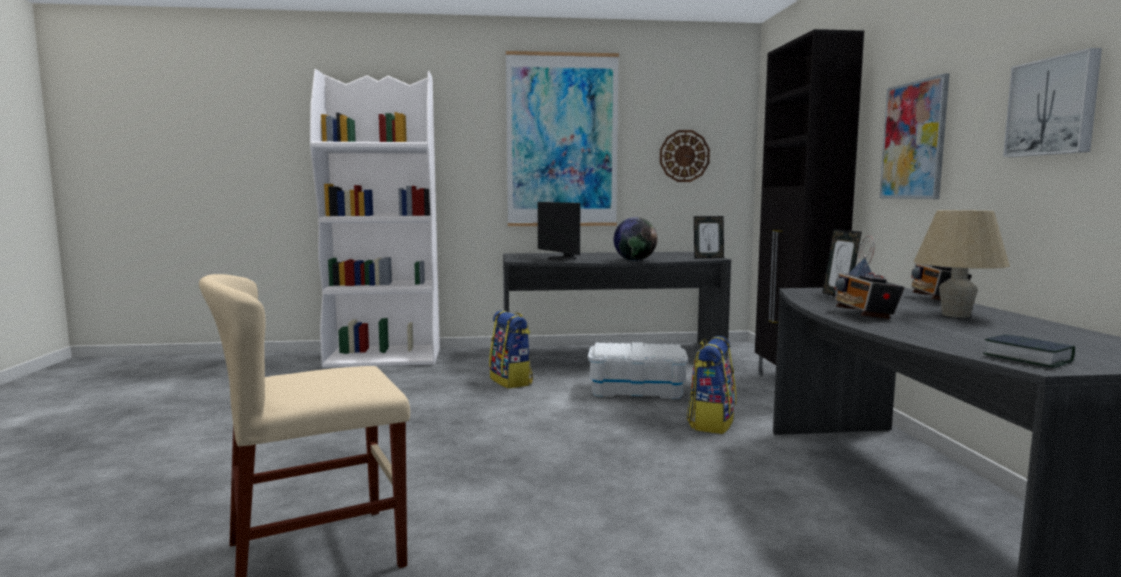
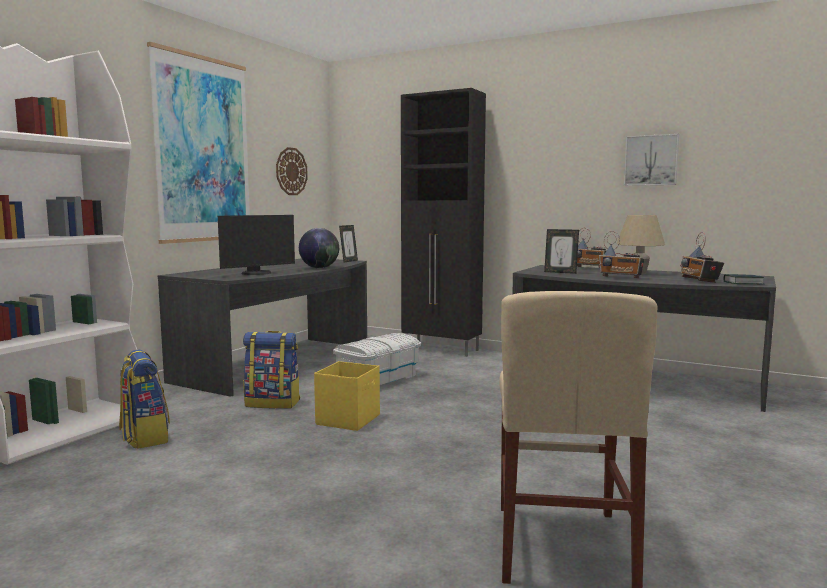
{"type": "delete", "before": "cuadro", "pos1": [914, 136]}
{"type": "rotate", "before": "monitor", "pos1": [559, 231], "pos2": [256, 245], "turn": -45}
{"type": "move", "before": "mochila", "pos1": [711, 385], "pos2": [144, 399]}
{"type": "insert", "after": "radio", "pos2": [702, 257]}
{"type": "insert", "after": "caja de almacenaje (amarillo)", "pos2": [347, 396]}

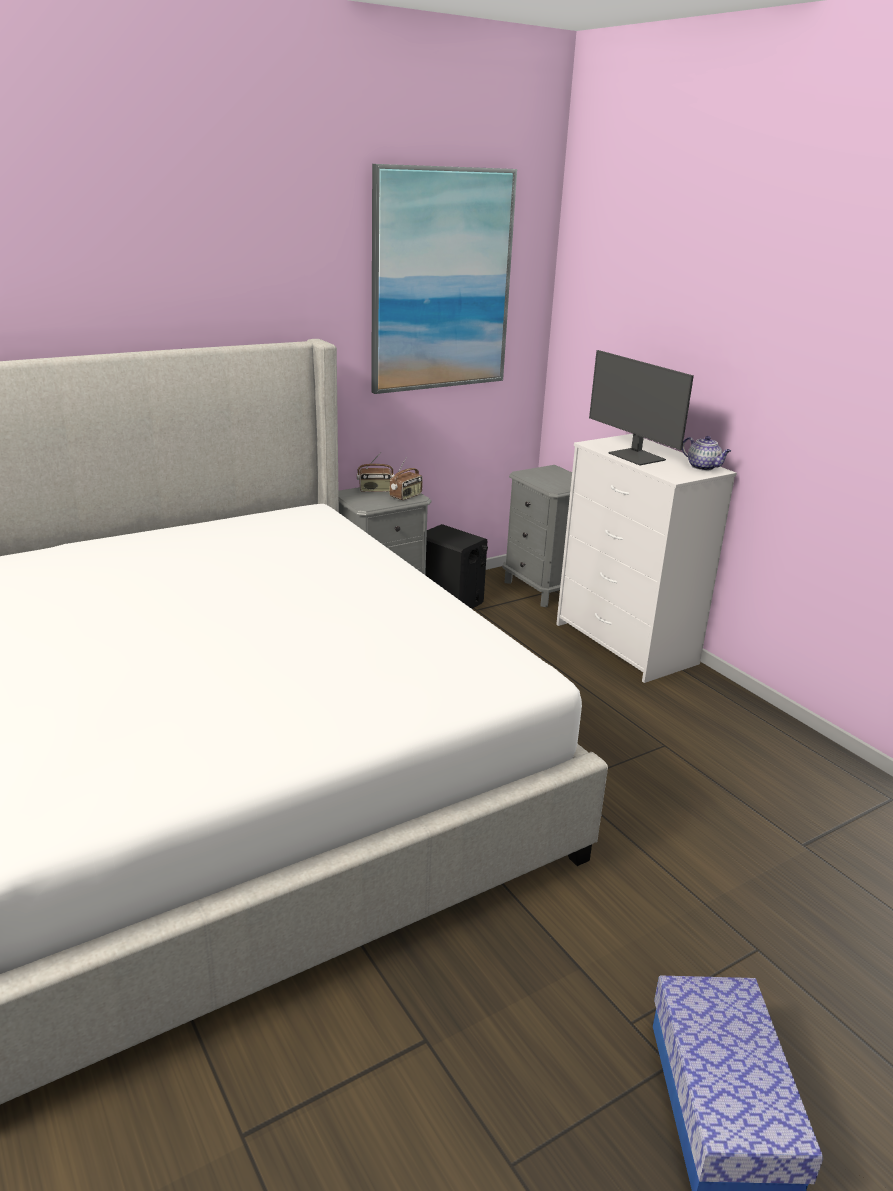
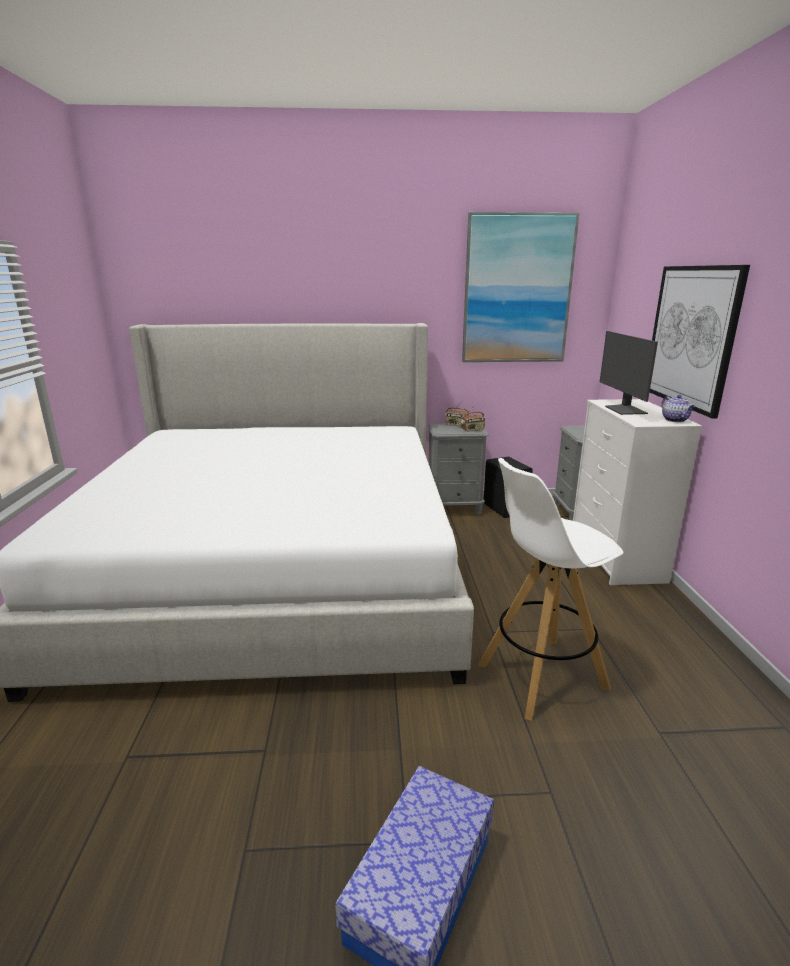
{"type": "insert", "after": "cuadro", "pos2": [699, 341]}
{"type": "insert", "after": "taburete (blanco)", "pos2": [550, 589]}

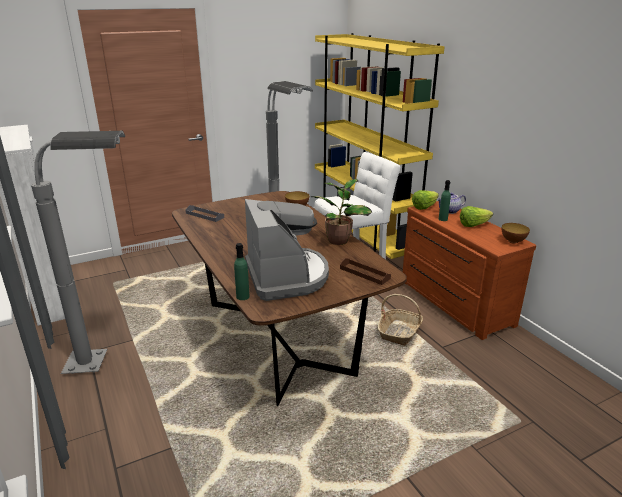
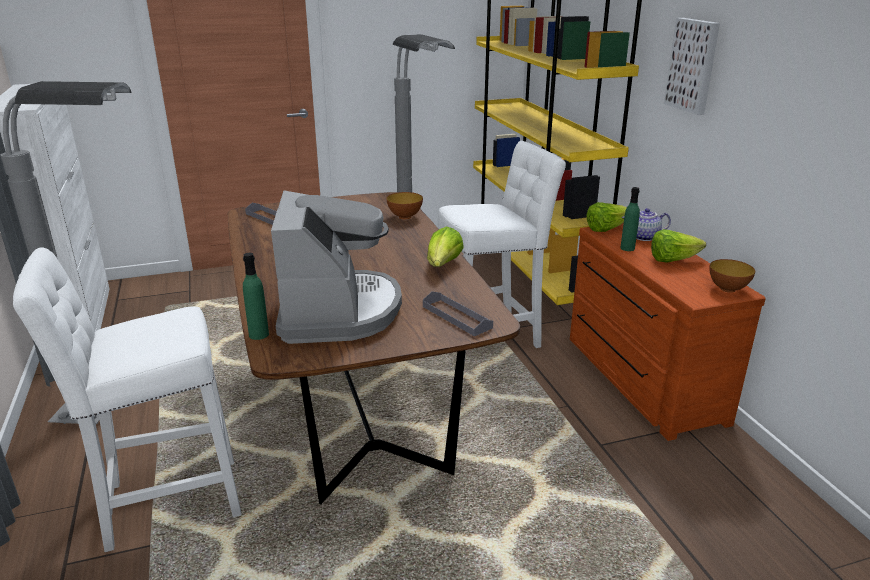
{"type": "replace", "before": "planta en maceta", "after": "lechuga", "pos1": [341, 212], "pos2": [445, 246]}
{"type": "recolor", "before": "bandeja (marrón)", "after": "bandeja (gris)", "pos1": [365, 271], "pos2": [458, 313]}
{"type": "delete", "before": "cesta", "pos1": [400, 320]}
{"type": "insert", "after": "cuadro", "pos2": [692, 66]}
{"type": "insert", "after": "taburete (blanco)", "pos2": [127, 399]}

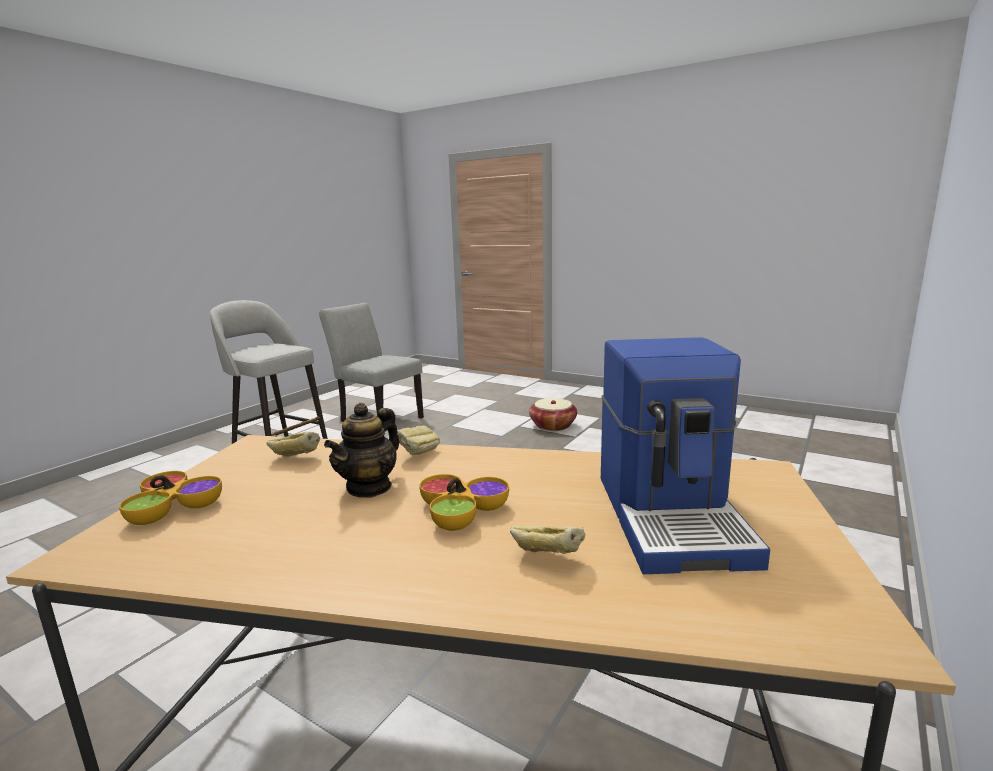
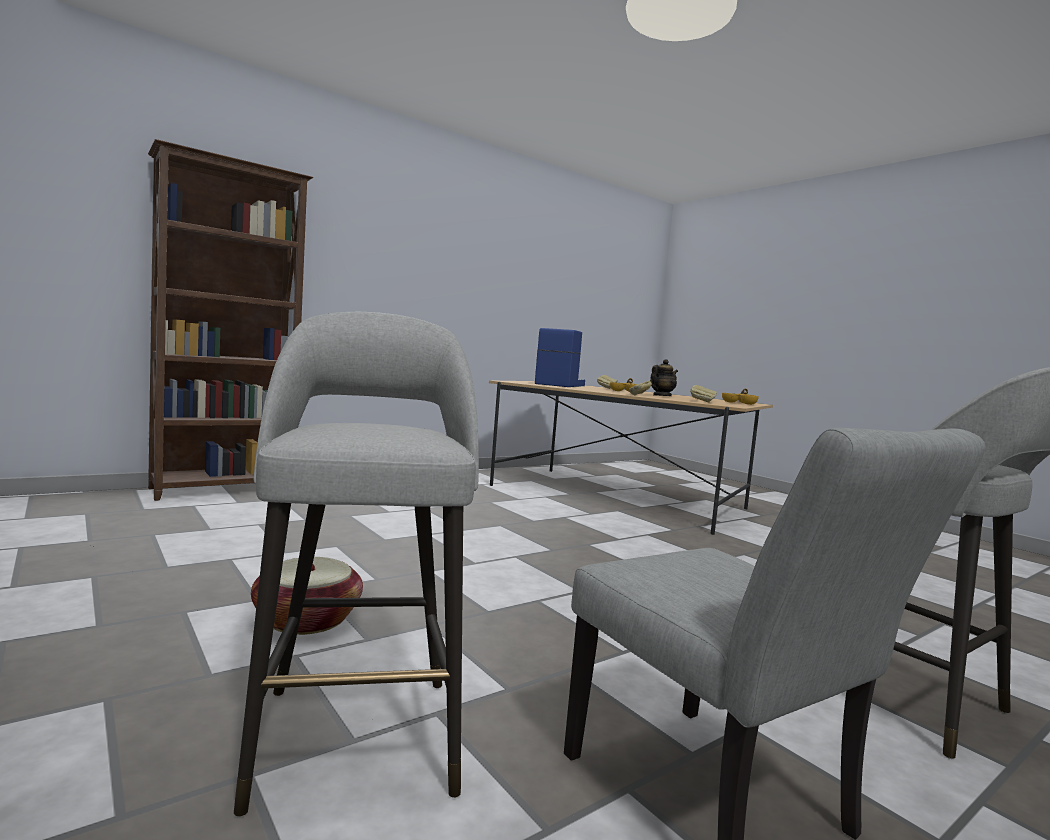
{"type": "insert", "after": "estantería (marrón)", "pos2": [230, 320]}
{"type": "insert", "after": "taburete (gris)", "pos2": [356, 564]}

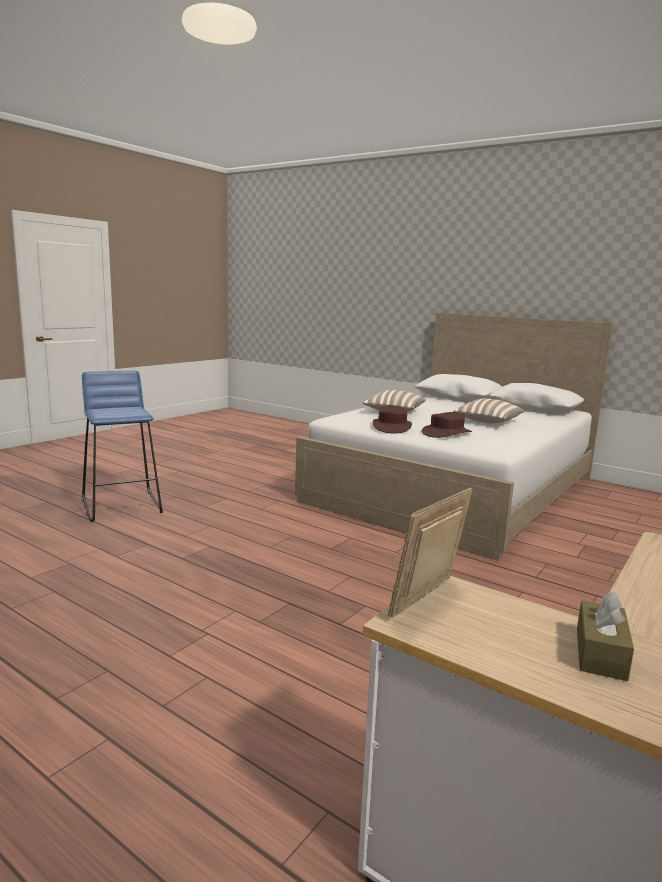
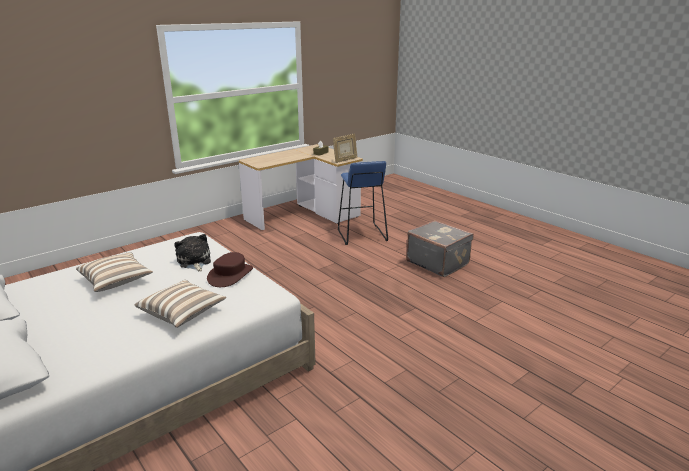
{"type": "move", "before": "taburete (azul)", "pos1": [122, 446], "pos2": [363, 203]}
{"type": "replace", "before": "sombrero (marrón)", "after": "peluche", "pos1": [447, 425], "pos2": [192, 253]}
{"type": "insert", "after": "maleta (gris)", "pos2": [440, 248]}

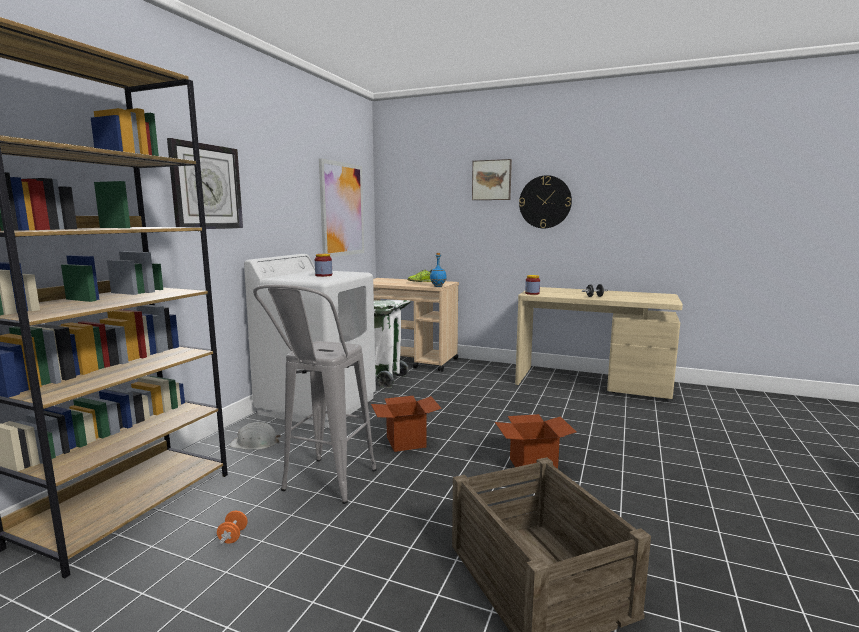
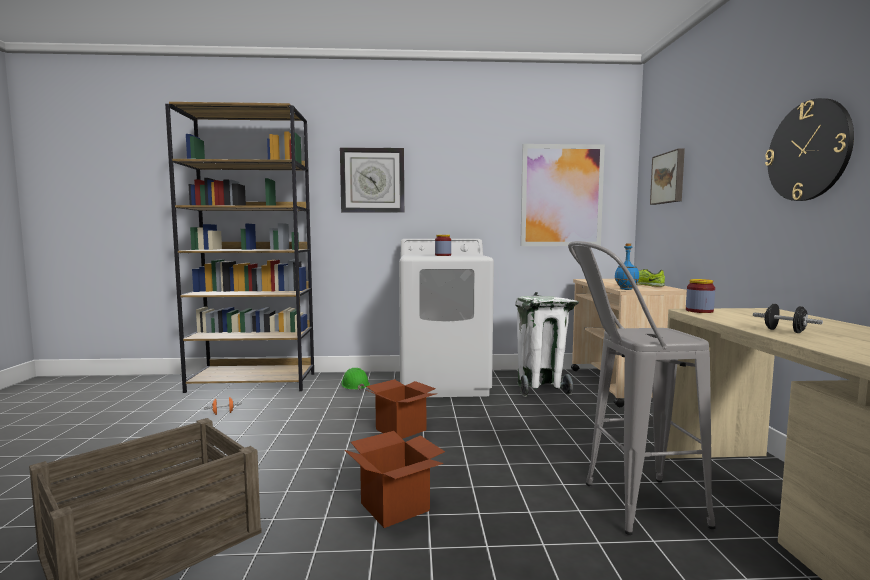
{"type": "move", "before": "cuadro", "pos1": [492, 179], "pos2": [667, 177]}
{"type": "move", "before": "taburete (gris)", "pos1": [315, 394], "pos2": [642, 388]}
{"type": "recolor", "before": "casco (blanco)", "after": "casco (verde)", "pos1": [255, 436], "pos2": [355, 379]}

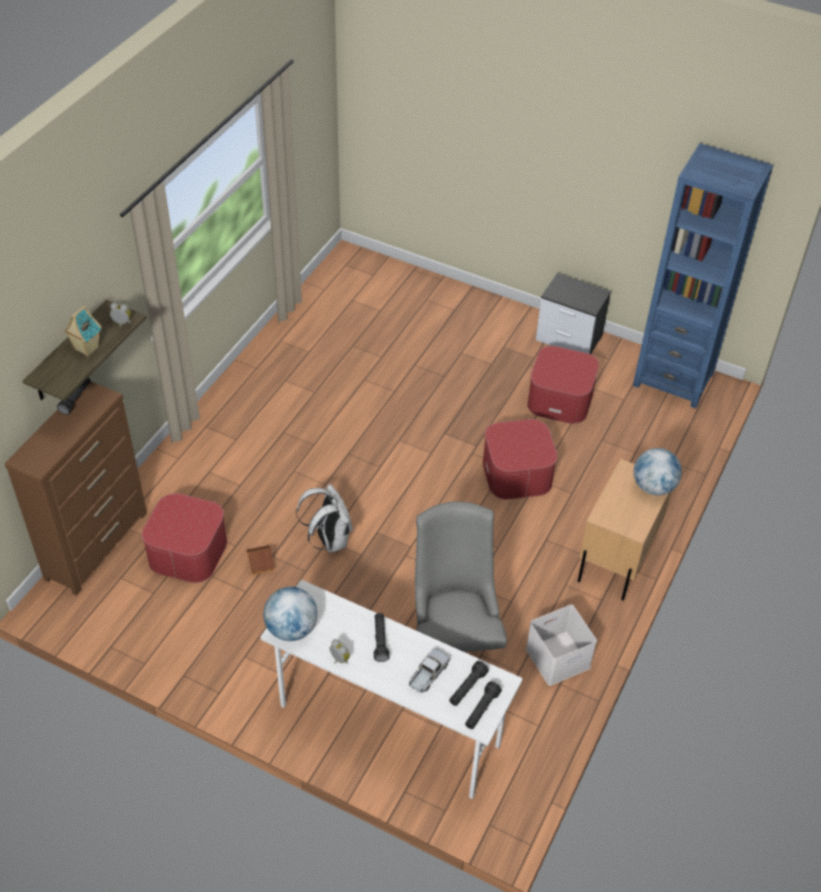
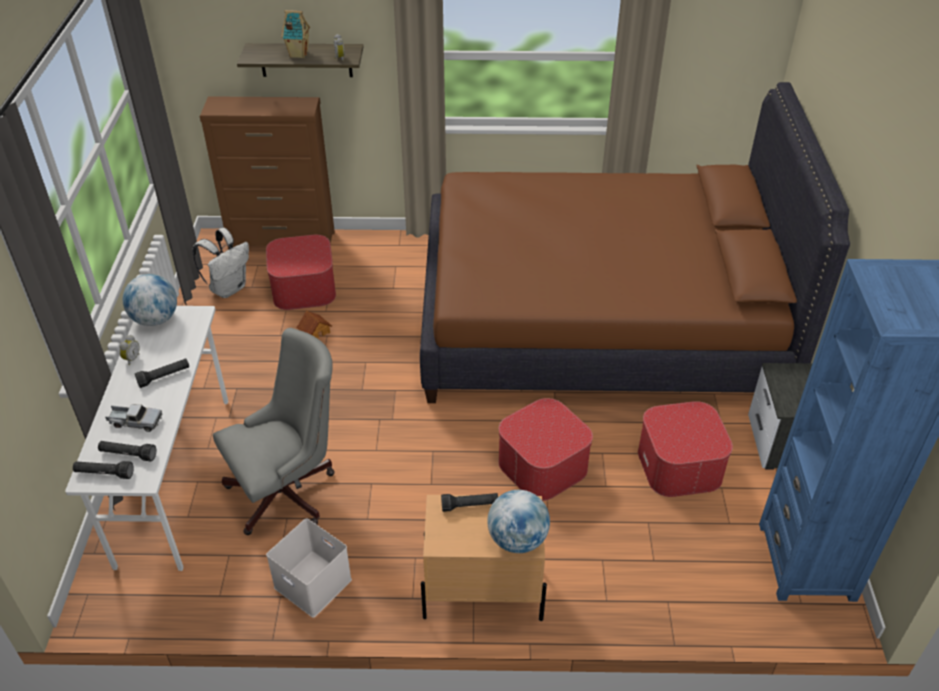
{"type": "move", "before": "linterna (negro)", "pos1": [74, 396], "pos2": [469, 502]}
{"type": "move", "before": "mochila (blanco)", "pos1": [324, 518], "pos2": [221, 263]}
{"type": "insert", "after": "cama (marrón)", "pos2": [635, 242]}

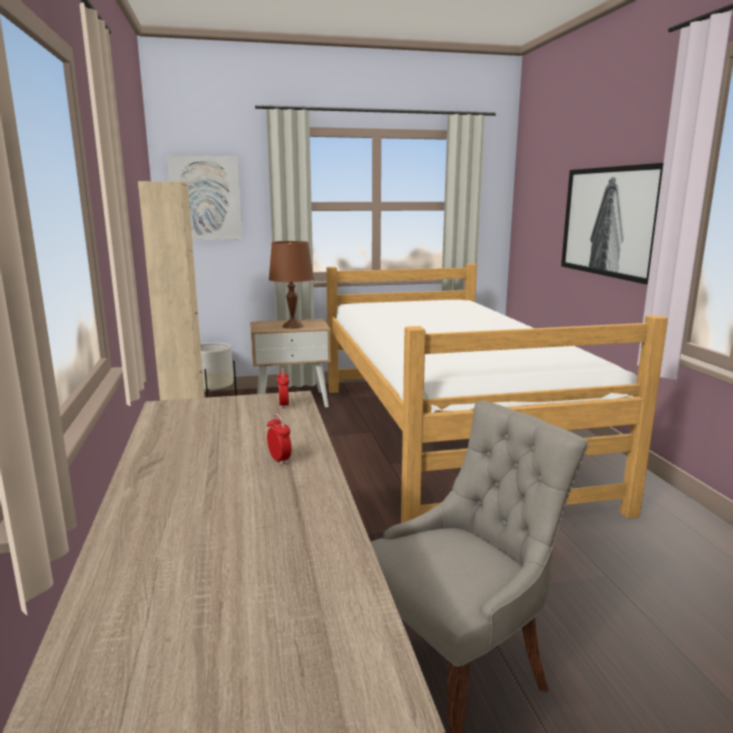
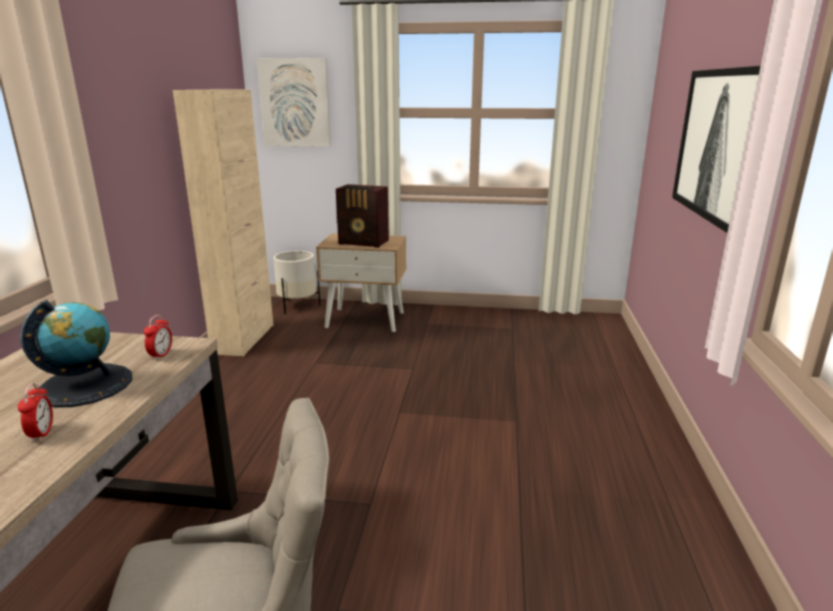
{"type": "replace", "before": "lámpara de mesa (marrón)", "after": "radio", "pos1": [291, 285], "pos2": [362, 216]}
{"type": "delete", "before": "cama", "pos1": [497, 393]}
{"type": "insert", "after": "globo terráqueo", "pos2": [76, 354]}

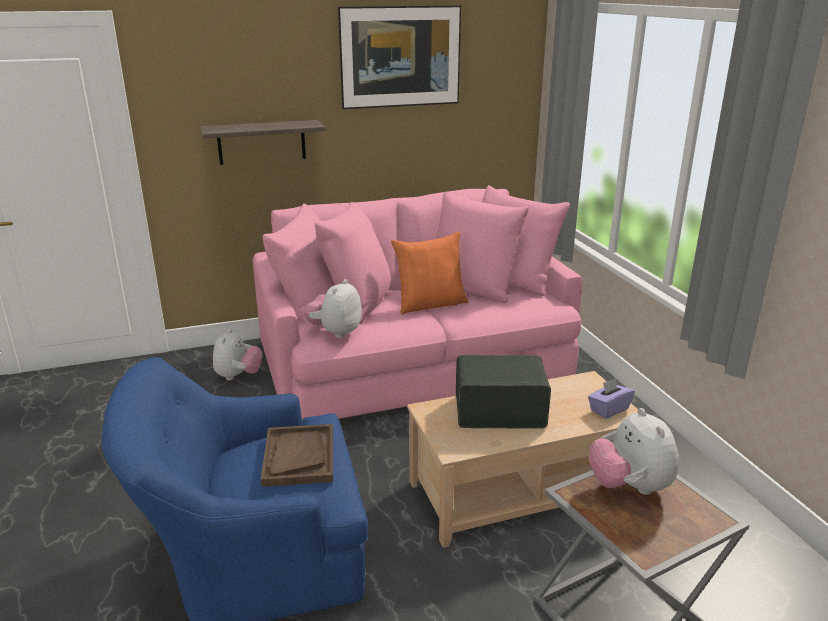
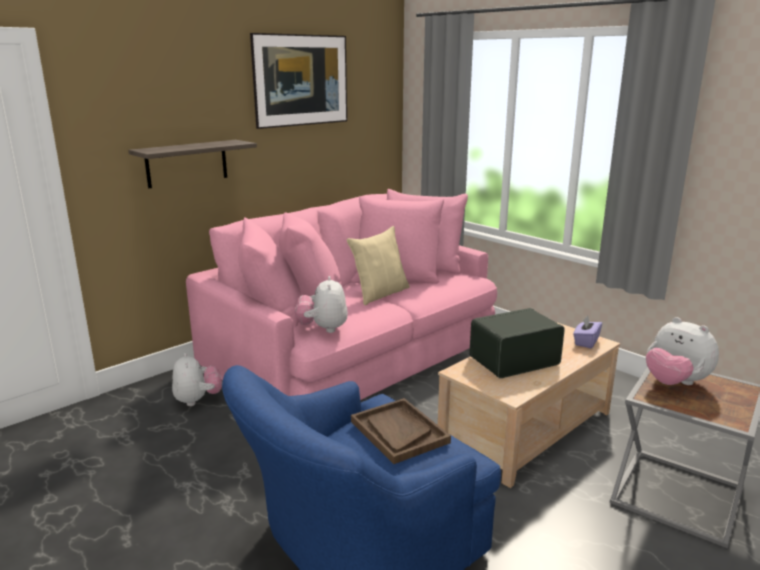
{"type": "recolor", "before": "cojín (naranja)", "after": "cojín (beis)", "pos1": [430, 273], "pos2": [378, 265]}

